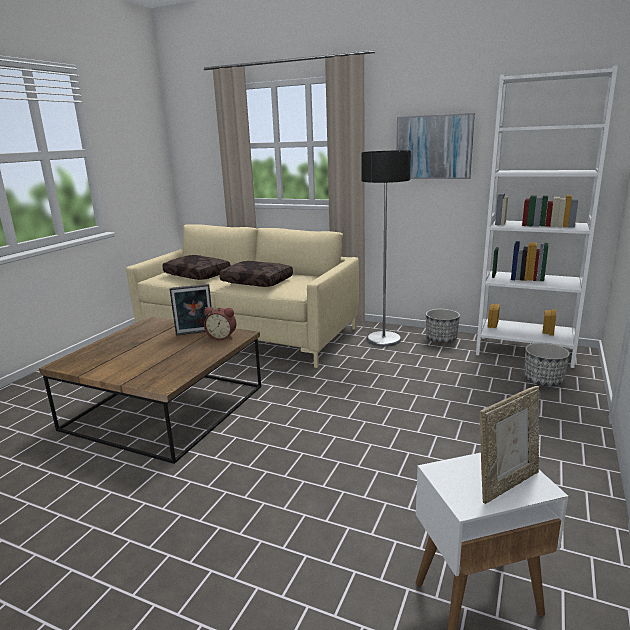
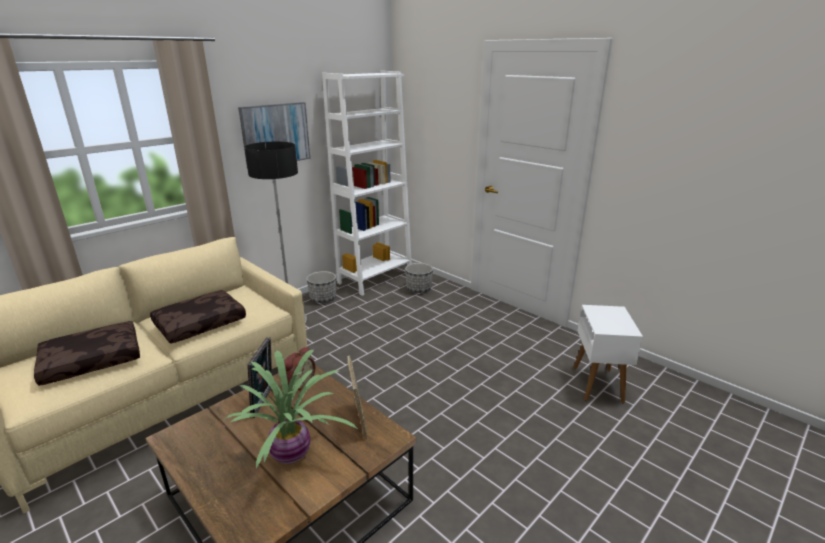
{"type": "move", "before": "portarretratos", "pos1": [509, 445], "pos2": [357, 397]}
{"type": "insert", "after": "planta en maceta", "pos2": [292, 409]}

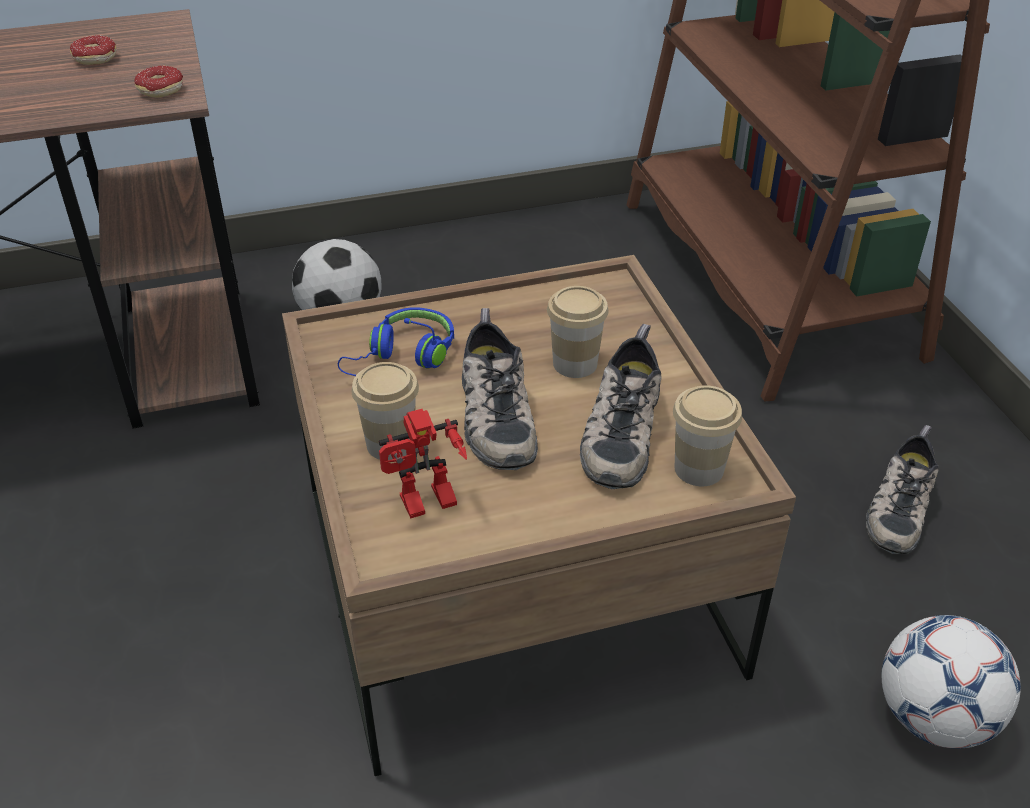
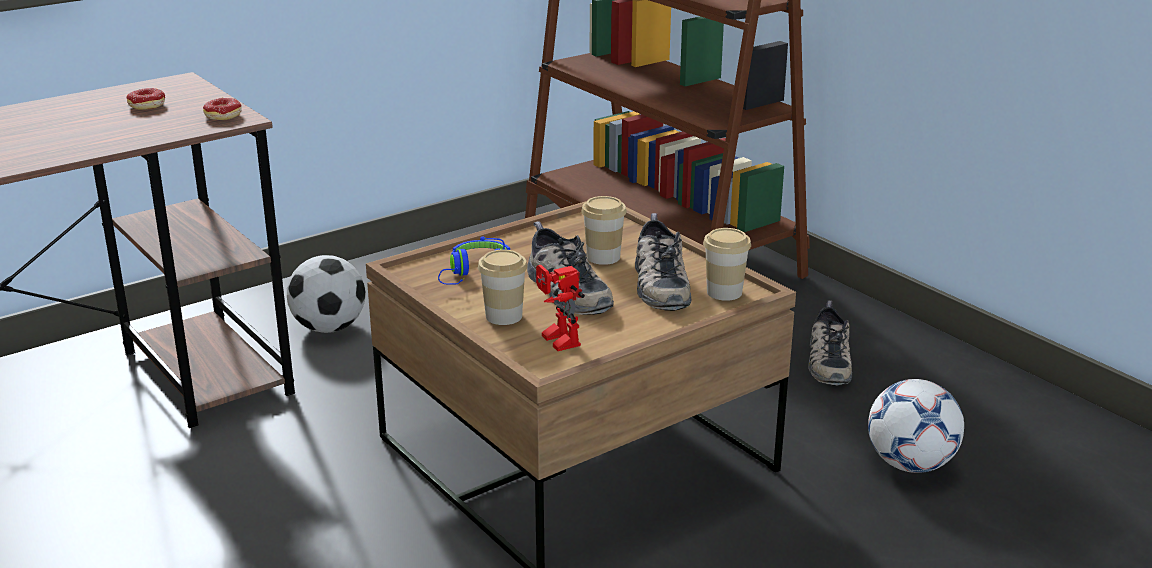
{"type": "rotate", "before": "robot de juguete", "pos1": [423, 464], "pos2": [560, 308], "turn": 105}

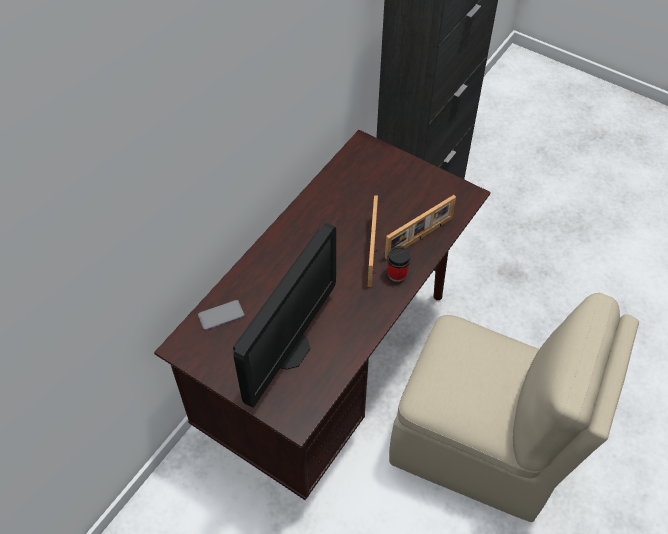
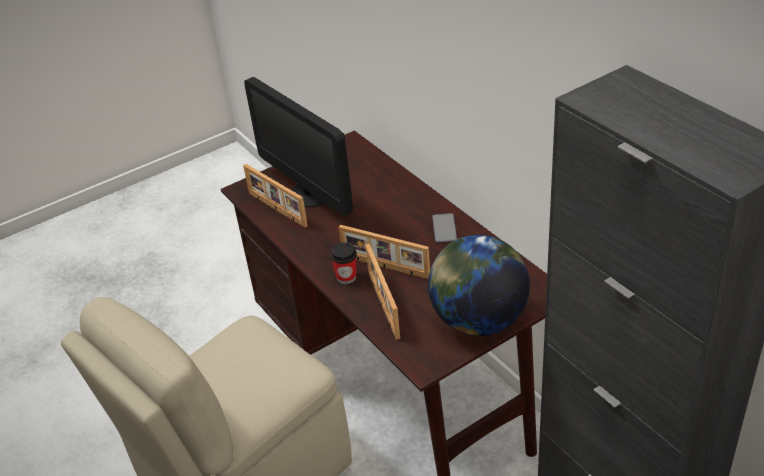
{"type": "move", "before": "móvil", "pos1": [221, 315], "pos2": [444, 228]}
{"type": "insert", "after": "portarretratos", "pos2": [275, 196]}
{"type": "insert", "after": "globo terráqueo", "pos2": [479, 285]}

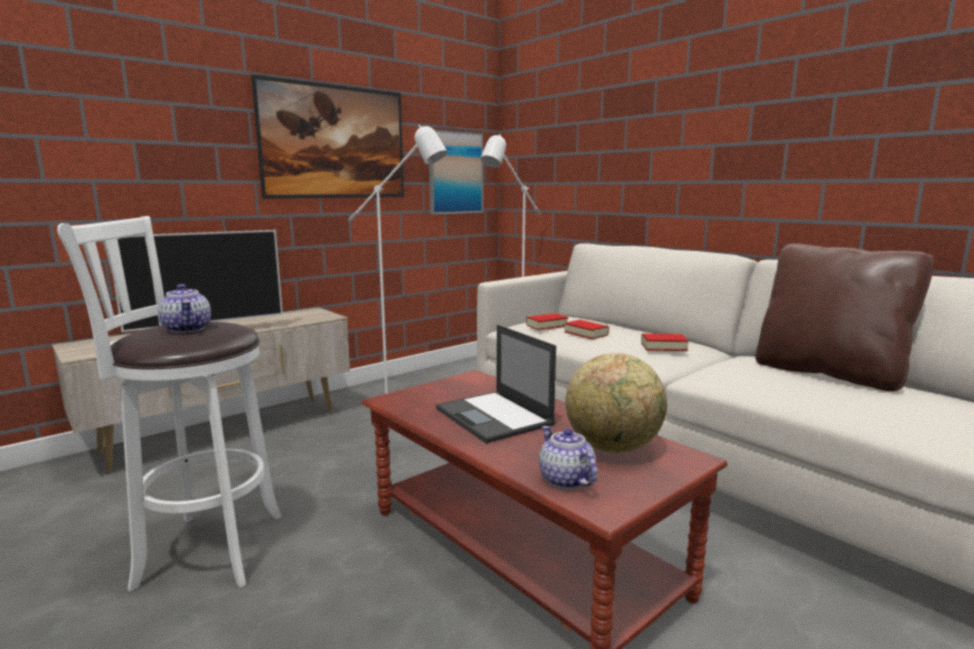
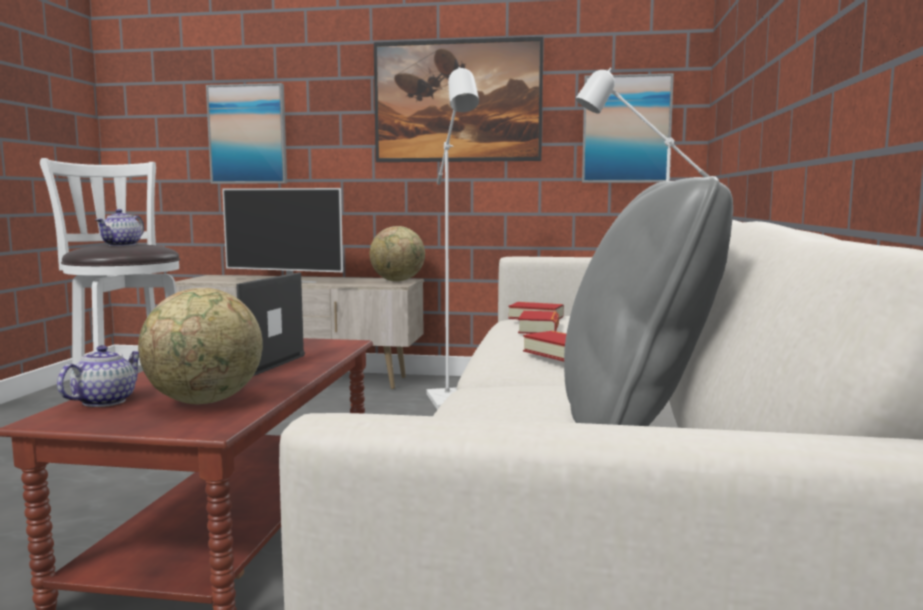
{"type": "recolor", "before": "cojín (marrón)", "after": "cojín (gris)", "pos1": [844, 317], "pos2": [648, 301]}
{"type": "insert", "after": "cuadro", "pos2": [246, 133]}
{"type": "insert", "after": "globo terráqueo", "pos2": [397, 254]}

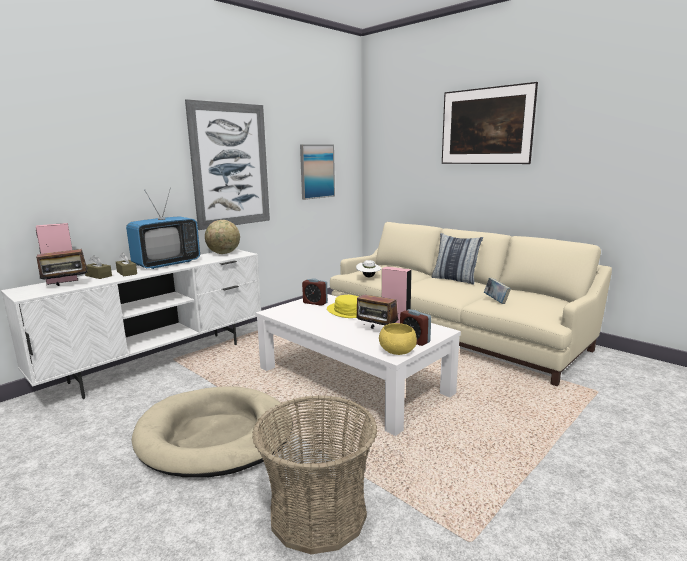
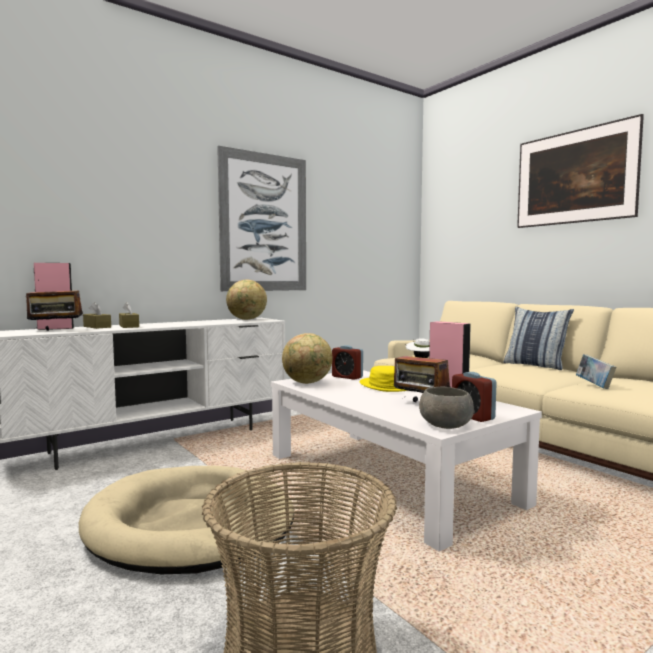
{"type": "delete", "before": "cuadro", "pos1": [317, 172]}
{"type": "delete", "before": "televisor", "pos1": [163, 229]}
{"type": "recolor", "before": "cuenco (amarillo)", "after": "cuenco (gris)", "pos1": [398, 339], "pos2": [446, 408]}
{"type": "insert", "after": "globo terráqueo", "pos2": [307, 358]}

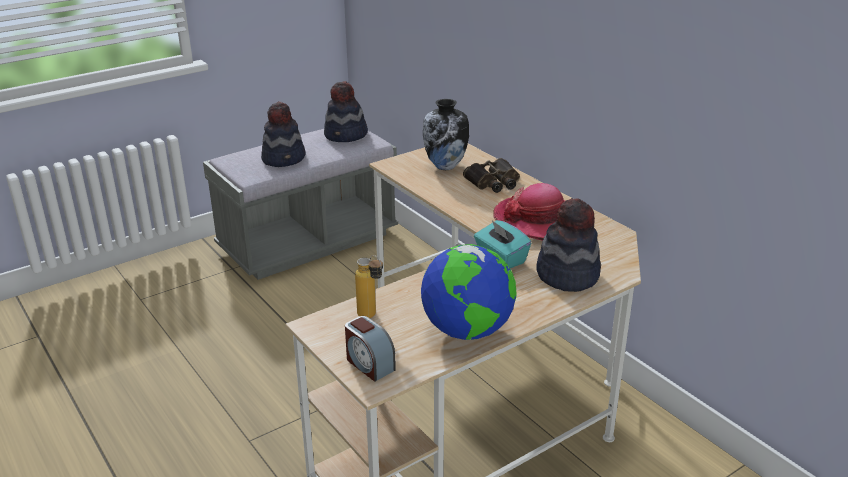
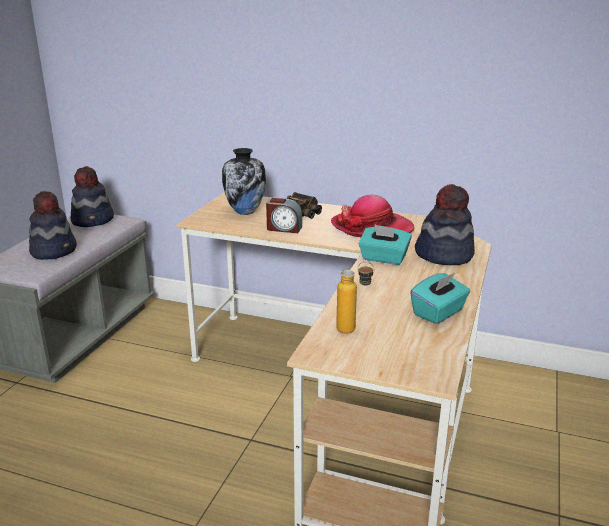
{"type": "replace", "before": "globo terráqueo", "after": "caja de pañuelos (turquesa)", "pos1": [469, 292], "pos2": [440, 298]}
{"type": "move", "before": "despertador", "pos1": [370, 349], "pos2": [284, 215]}

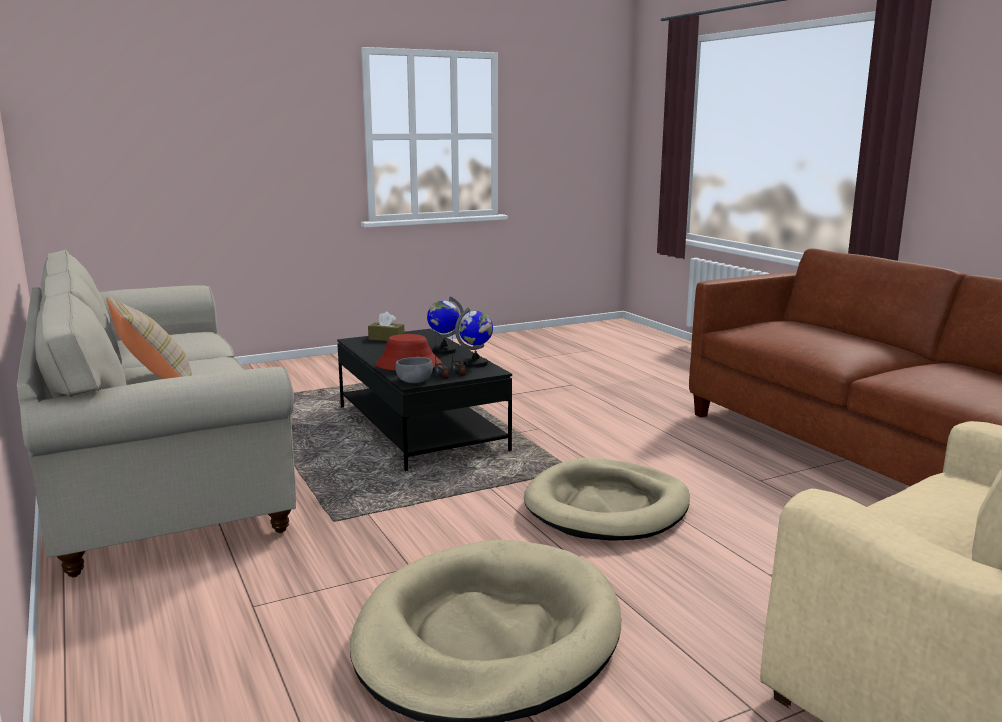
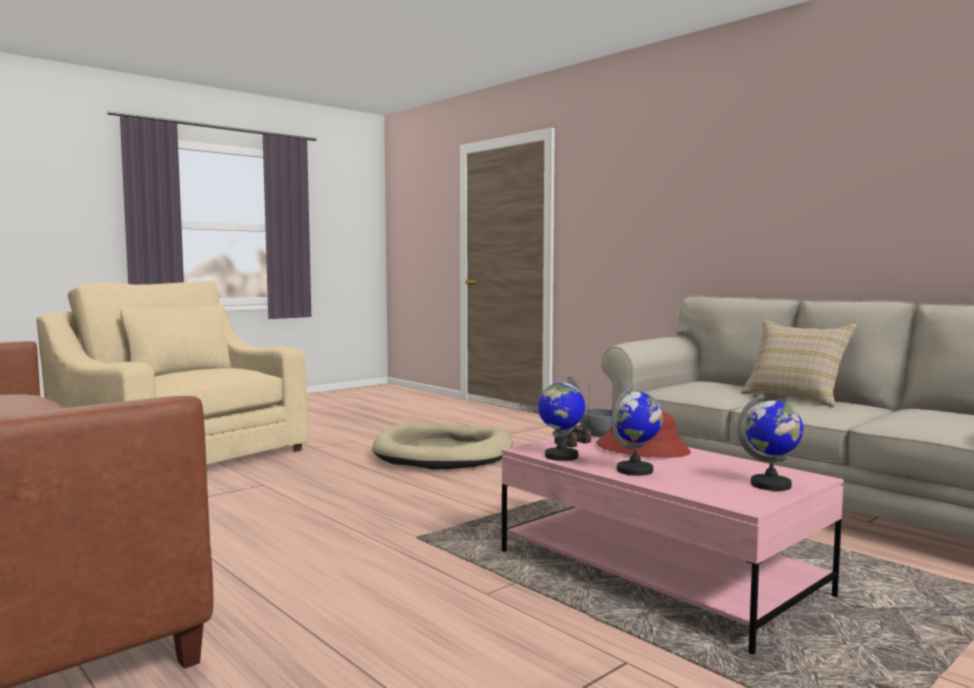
{"type": "replace", "before": "caja de pañuelos (marrón)", "after": "globo terráqueo", "pos1": [386, 326], "pos2": [770, 442]}
{"type": "recolor", "before": "mesa de centro (negro)", "after": "mesa de centro (rosa)", "pos1": [424, 400], "pos2": [673, 545]}
{"type": "delete", "before": "cama para perro (beis)", "pos1": [607, 498]}

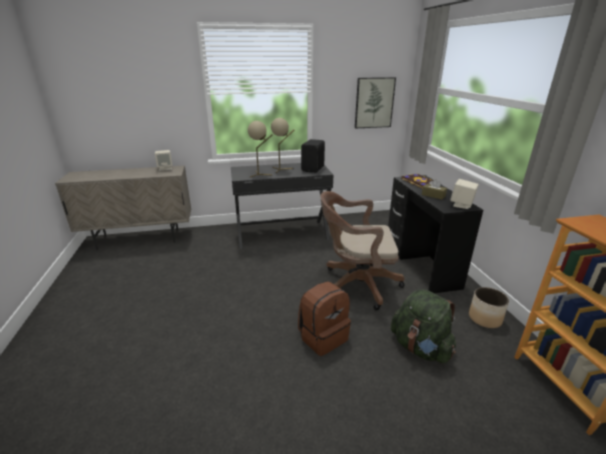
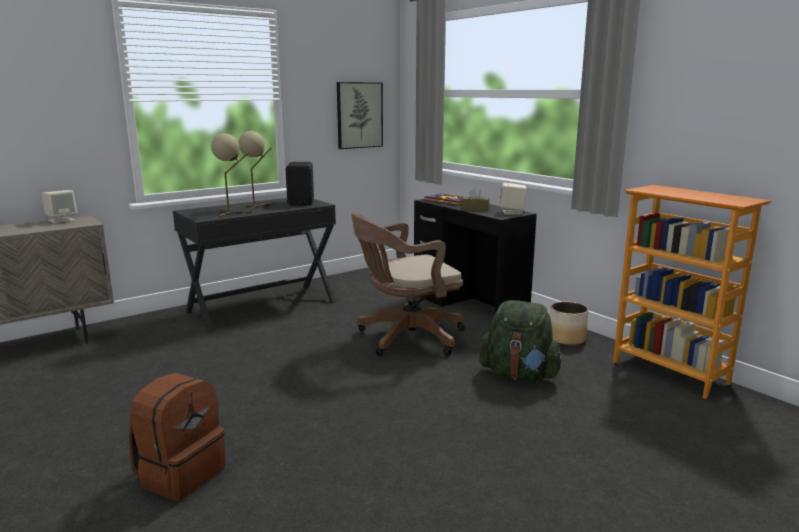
{"type": "move", "before": "mochila (marrón)", "pos1": [324, 318], "pos2": [177, 437]}

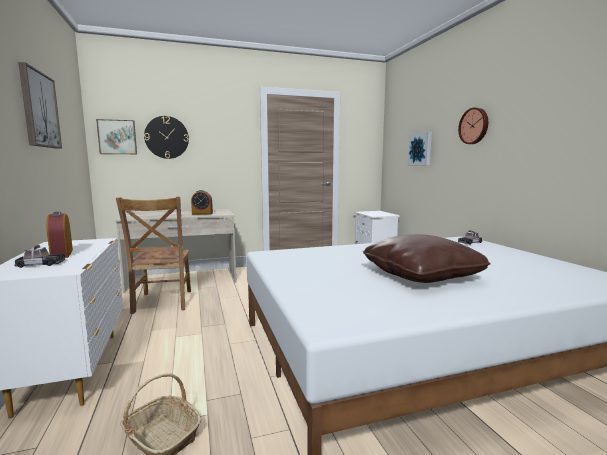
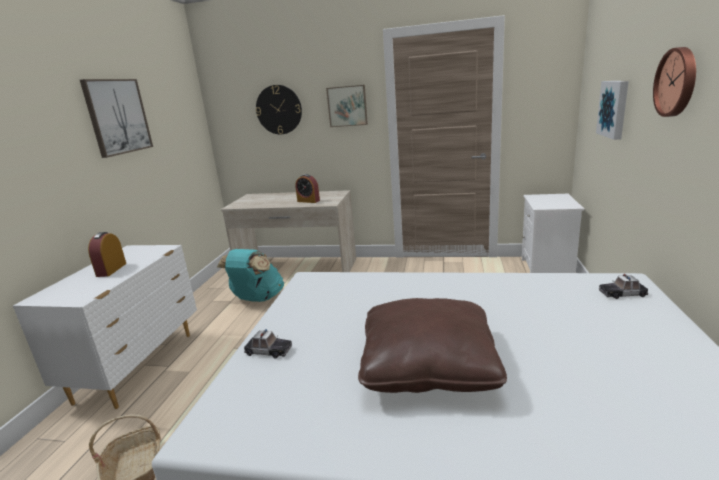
{"type": "move", "before": "cuadro", "pos1": [116, 136], "pos2": [347, 106]}
{"type": "replace", "before": "silla (marrón)", "after": "mochila (turquesa)", "pos1": [153, 255], "pos2": [250, 275]}
{"type": "move", "before": "coche de juguete", "pos1": [39, 256], "pos2": [268, 344]}

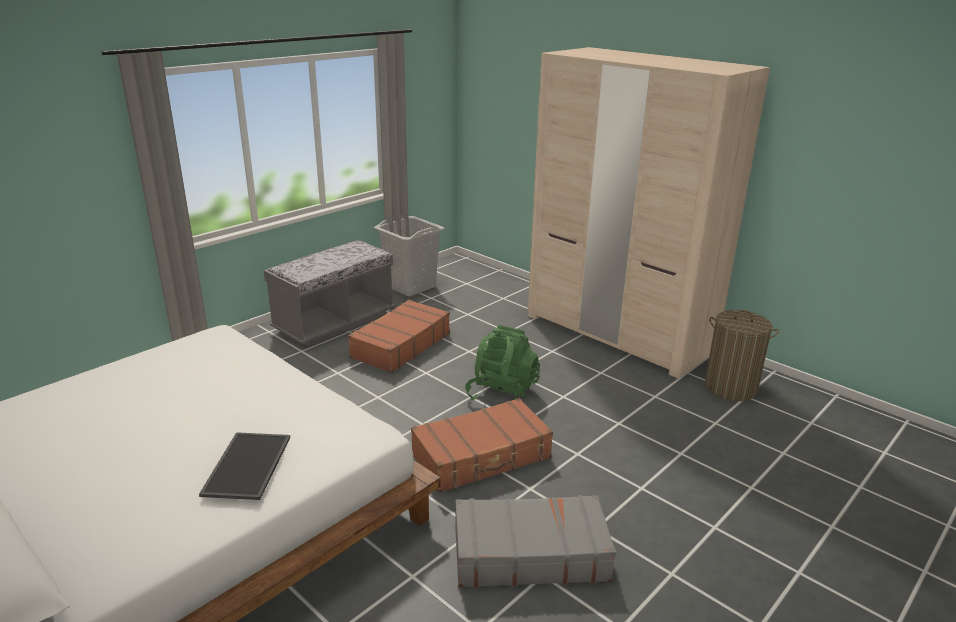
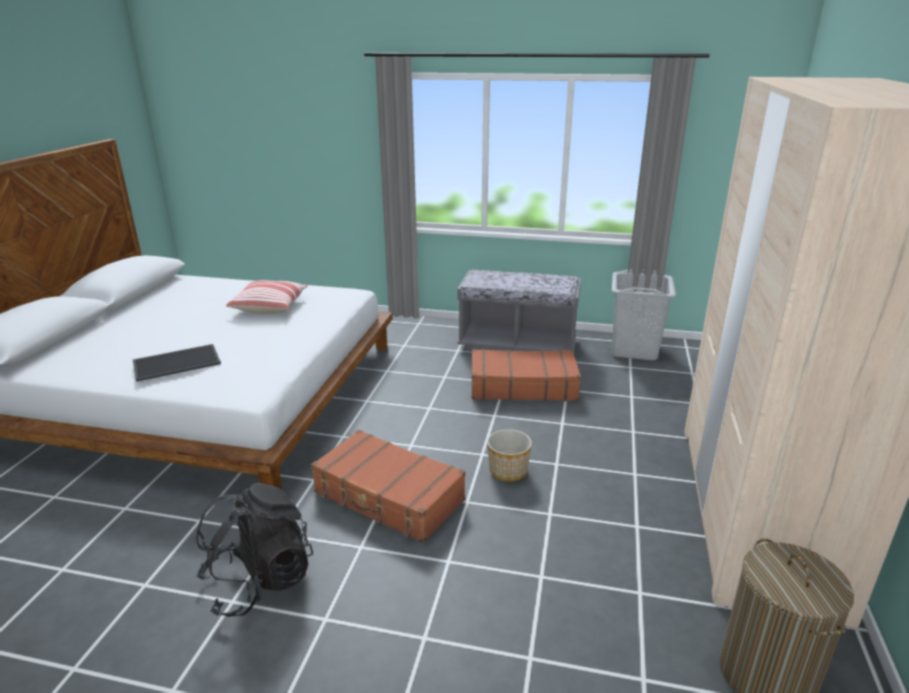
{"type": "replace", "before": "mochila (verde)", "after": "maceta", "pos1": [502, 363], "pos2": [509, 455]}
{"type": "replace", "before": "maleta (gris)", "after": "mochila (negro)", "pos1": [535, 541], "pos2": [254, 550]}
{"type": "insert", "after": "cojín", "pos2": [267, 296]}

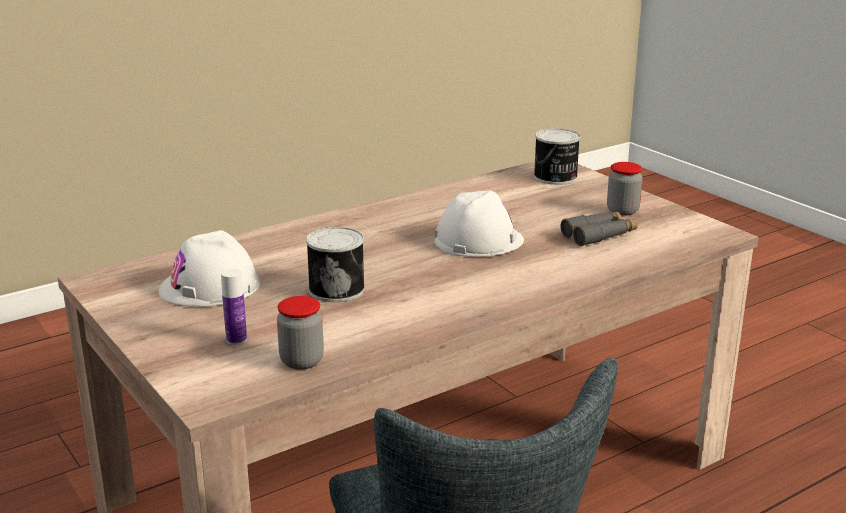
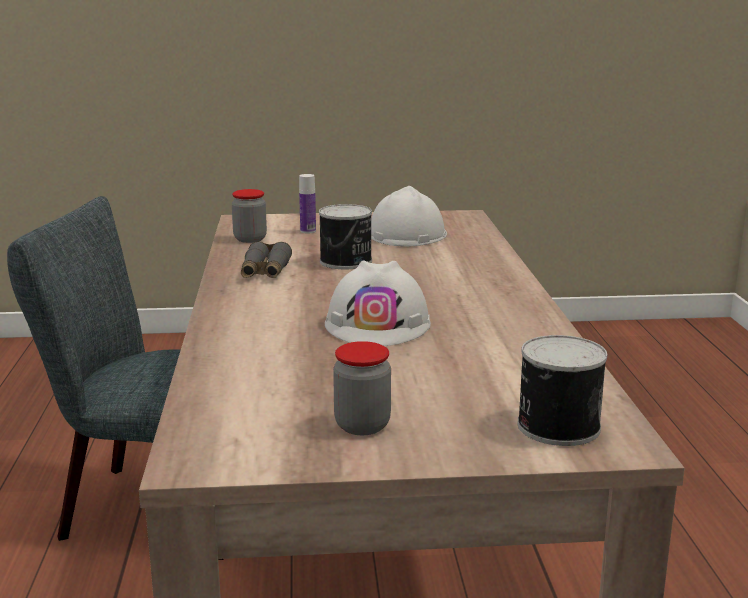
{"type": "move", "before": "prismáticos (gris)", "pos1": [599, 229], "pos2": [266, 259]}

